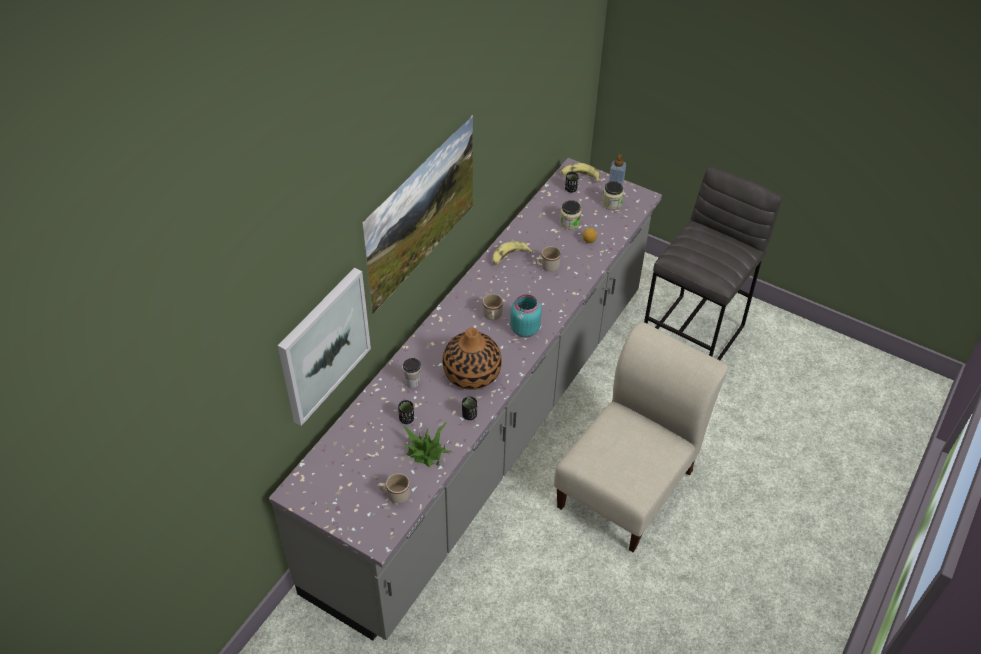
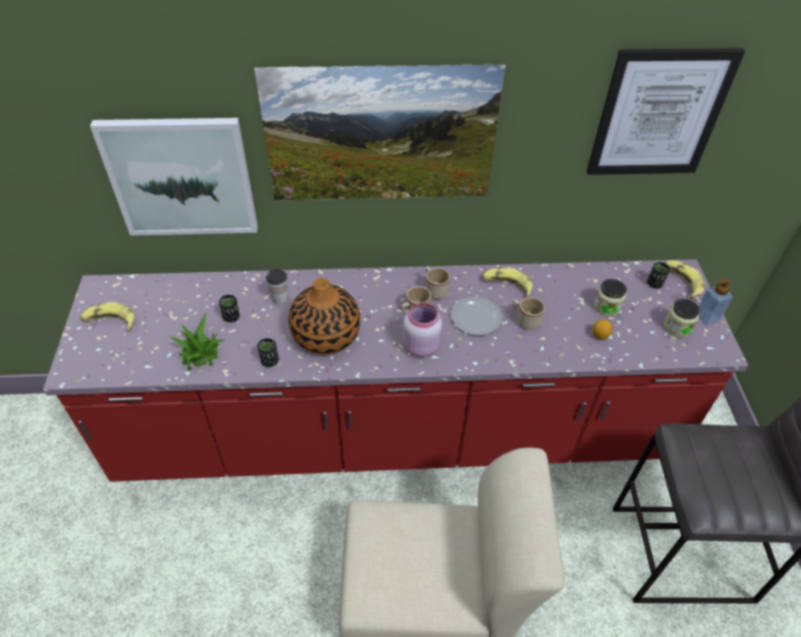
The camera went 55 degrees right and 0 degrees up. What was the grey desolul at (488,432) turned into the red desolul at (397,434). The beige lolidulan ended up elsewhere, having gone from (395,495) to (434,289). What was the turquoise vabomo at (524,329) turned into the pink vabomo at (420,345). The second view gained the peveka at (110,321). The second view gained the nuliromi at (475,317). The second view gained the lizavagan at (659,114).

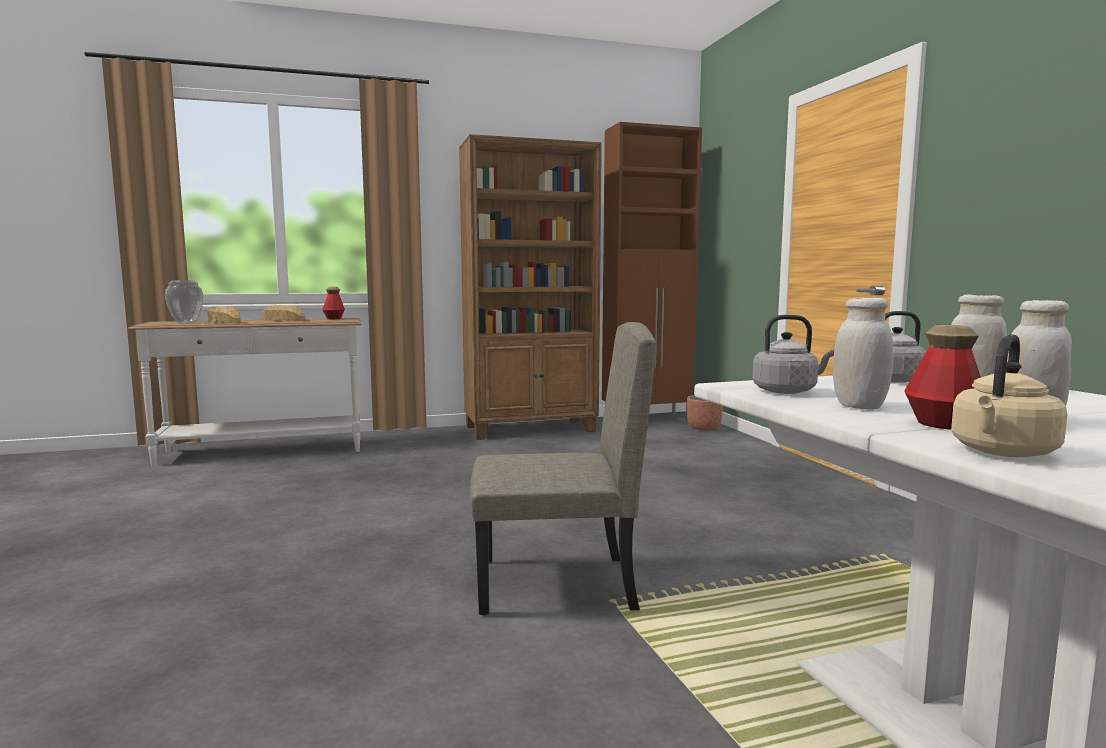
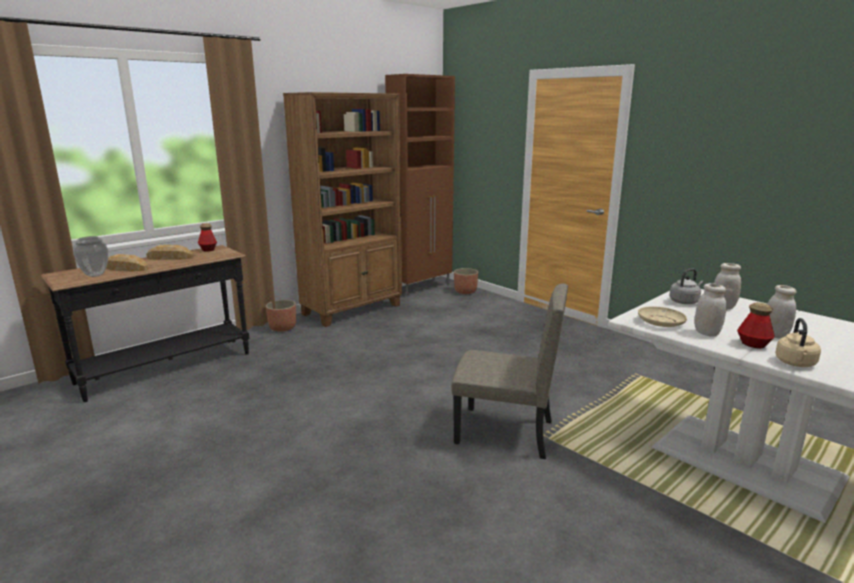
The camera went 25 degrees left and 10 degrees up. What was the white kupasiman at (263,452) turned into the black kupasiman at (166,368). The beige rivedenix at (556,585) ended up facing another way, 45 degrees clockwise from before. Where the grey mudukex stood at (787,391), the beige nuliromi came to stand at (660,322). The second view gained the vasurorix at (282,328).

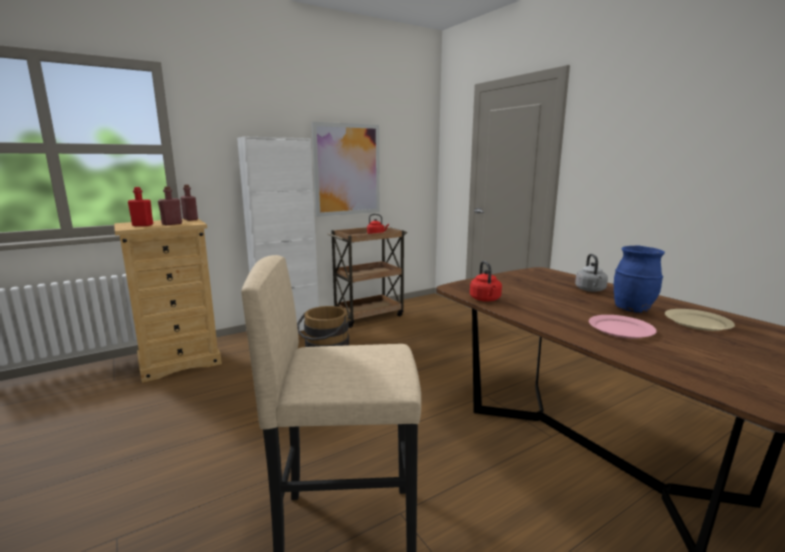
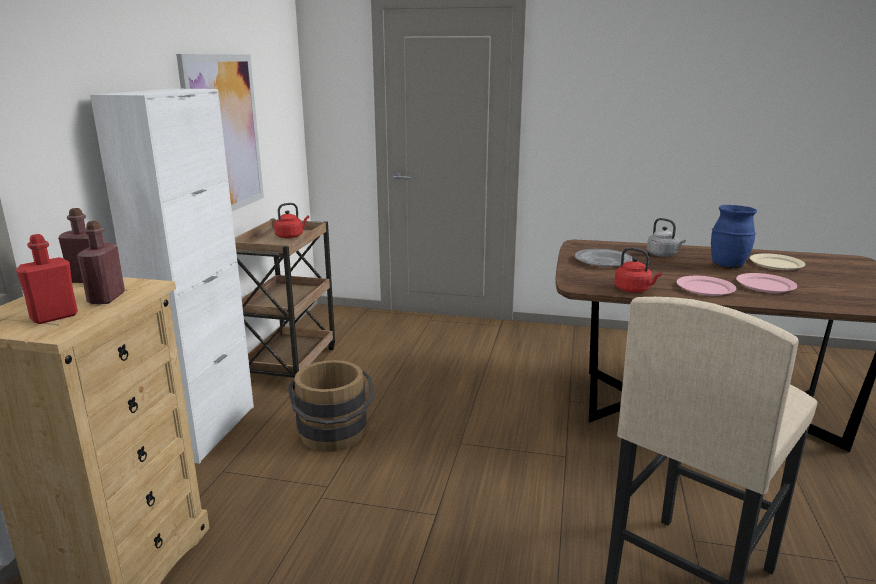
The camera went 45 degrees left and 5 degrees up. The second view gained the grey nuliromi at (603,261). The second view gained the pink nuliromi at (704,288).

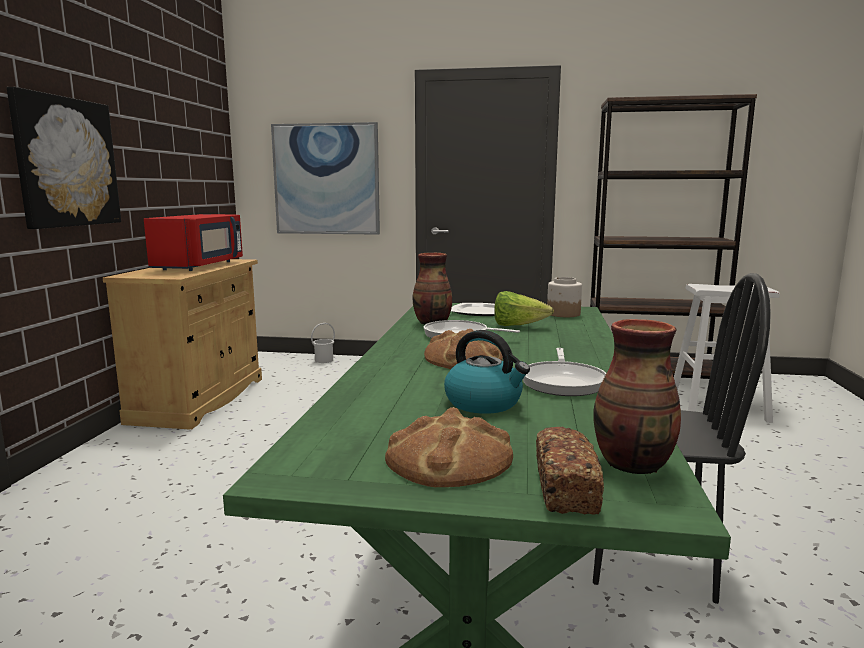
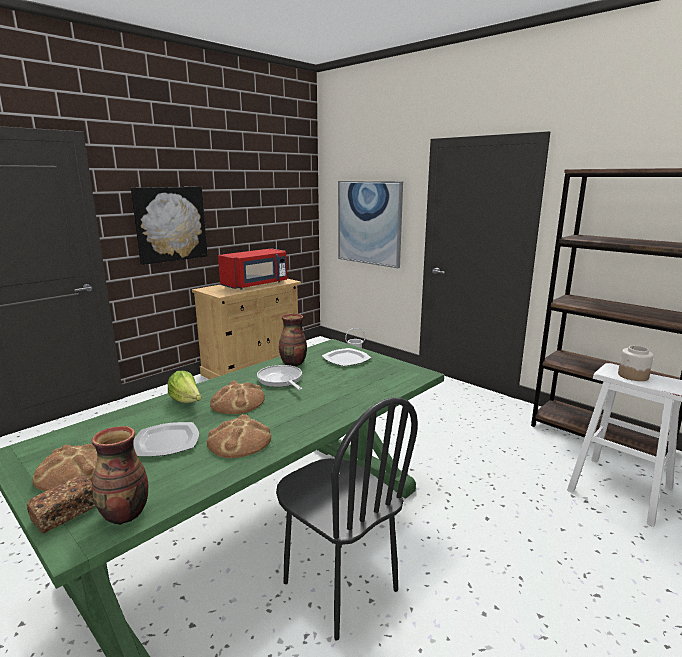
The camera went 35 degrees right and 5 degrees up. Where the mudukex stood at (484,403), the nuliromi came to stand at (167,441). The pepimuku ended up elsewhere, having gone from (517,326) to (187,401). Where the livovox stood at (563,382), the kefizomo came to stand at (239,441). The vabomo ended up elsewhere, having gone from (563,314) to (632,376).

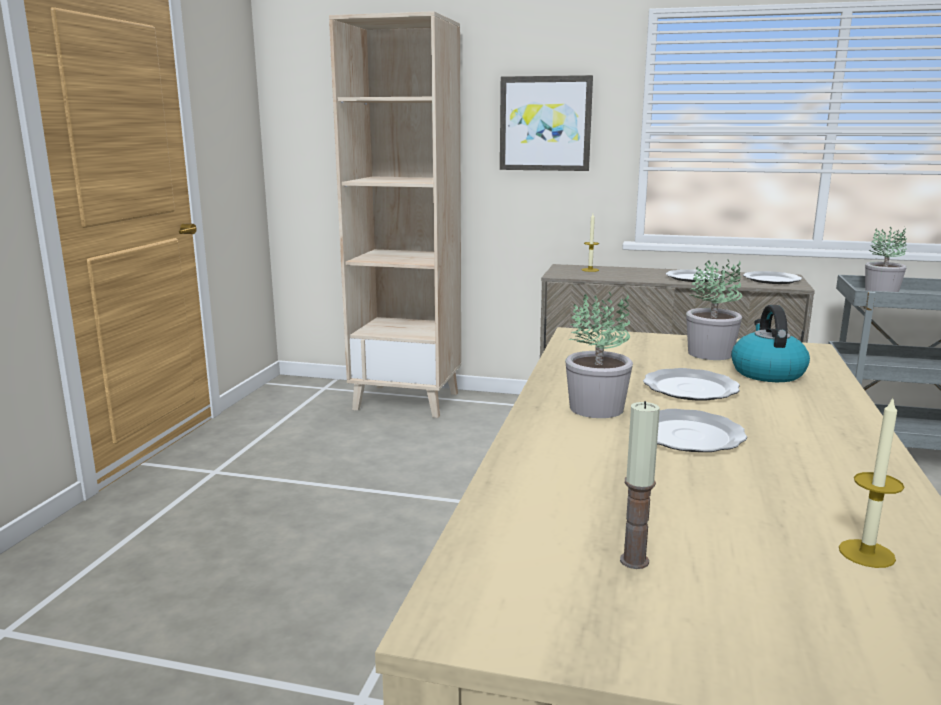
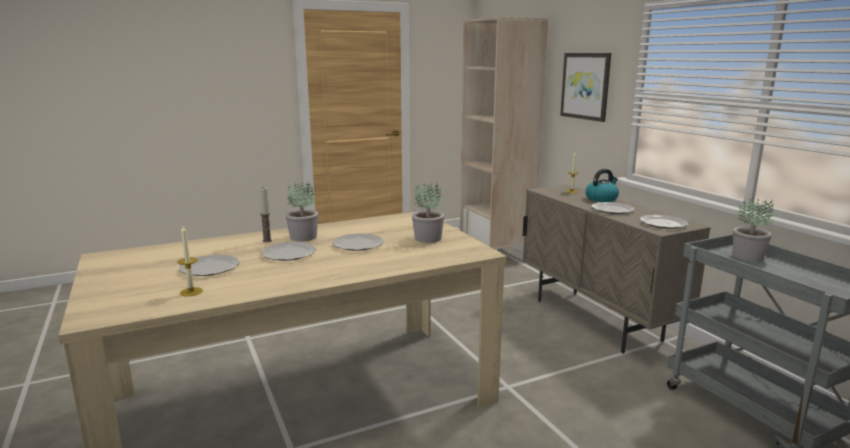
The camera went 50 degrees right and 0 degrees up. The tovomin ended up elsewhere, having gone from (634,561) to (267,240). The mudukex ended up elsewhere, having gone from (766,372) to (601,199). The second view gained the nuliromi at (210,267).

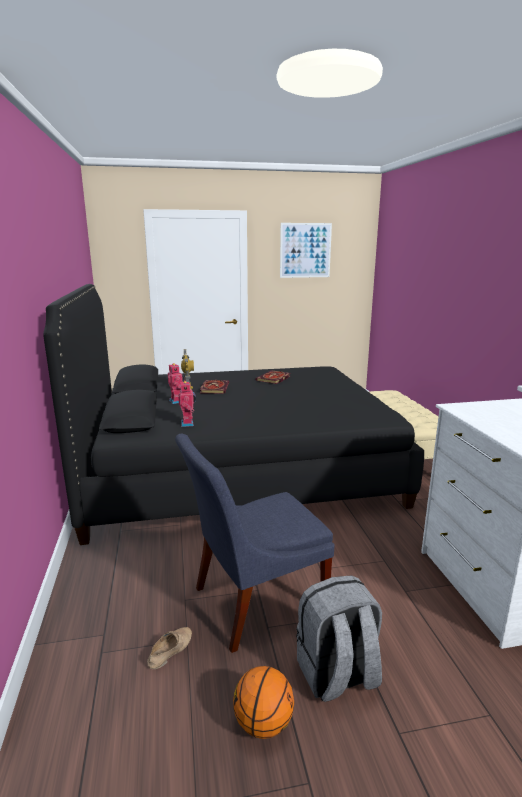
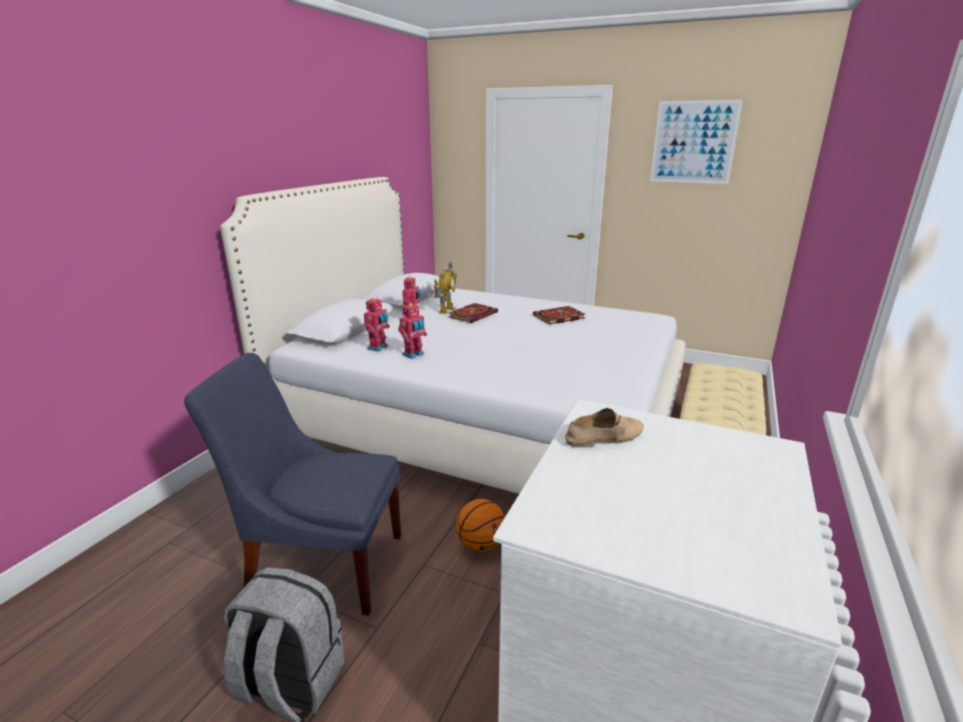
The camera went 35 degrees right and 5 degrees up. What was the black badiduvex at (237,471) turned into the white badiduvex at (481,420). The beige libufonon ended up elsewhere, having gone from (170,650) to (603,436). The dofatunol ended up elsewhere, having gone from (263,723) to (481,545). The second view gained the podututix at (414,355).

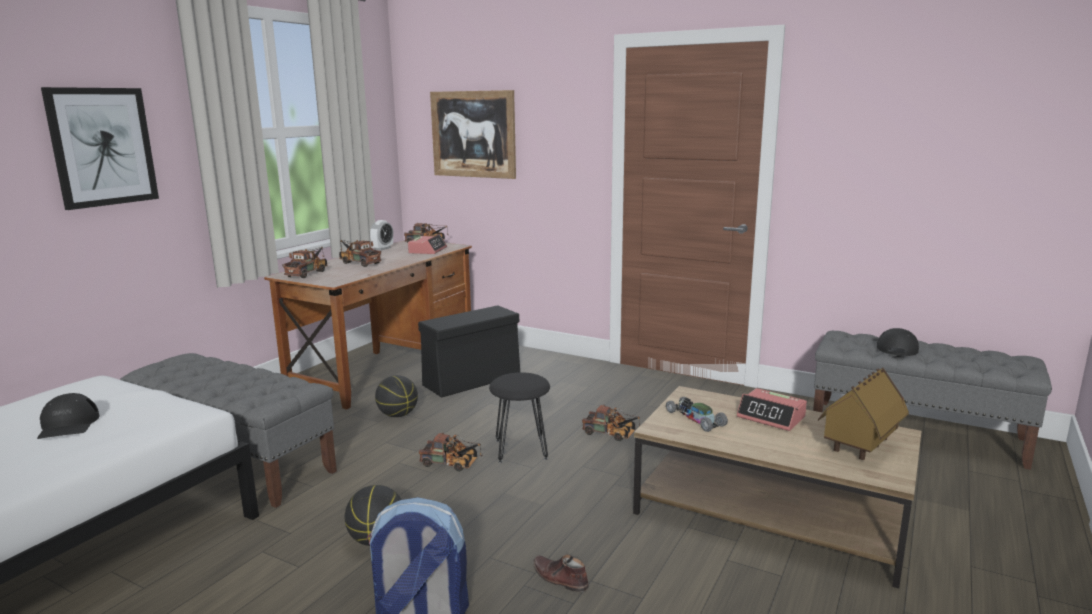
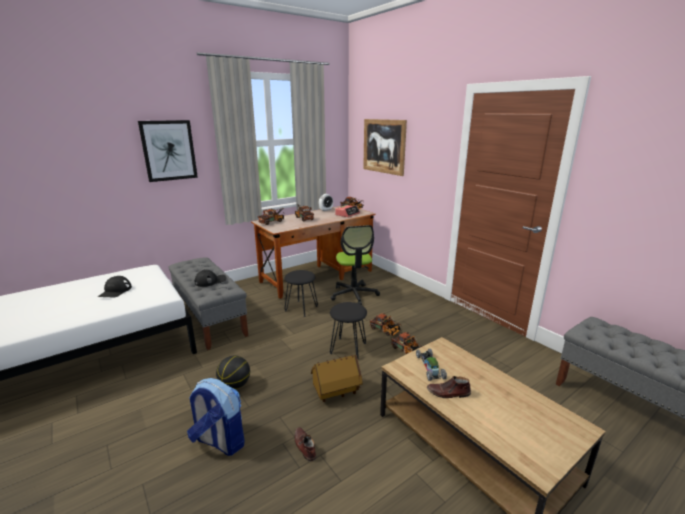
The camera went 25 degrees right and 5 degrees up. Where the dofatunol stood at (398,415), the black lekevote came to stand at (301,308). Where the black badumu stood at (471,381), the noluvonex came to stand at (354,294). The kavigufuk ended up elsewhere, having gone from (452,464) to (386,331). The second view lost the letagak at (771,417). The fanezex ended up elsewhere, having gone from (859,446) to (336,393). The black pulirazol ended up elsewhere, having gone from (897,347) to (210,281). The second view gained the brown libufonon at (448,393).

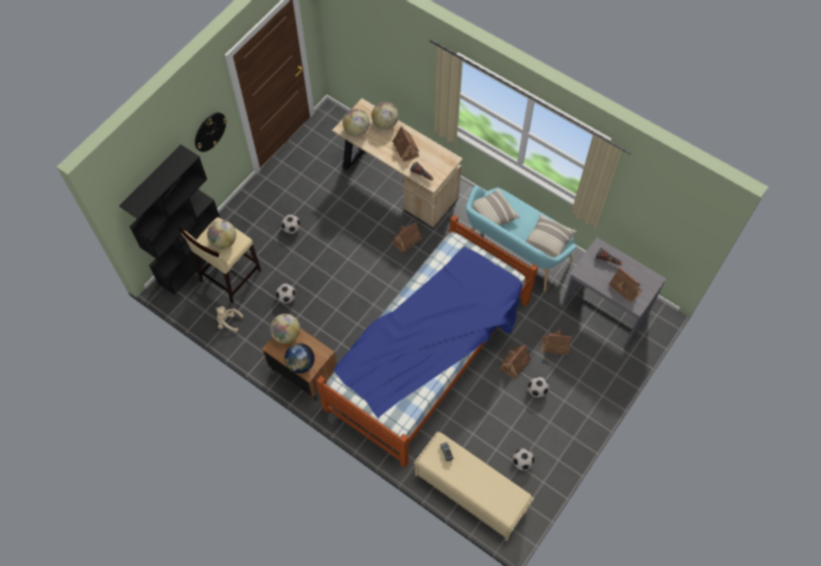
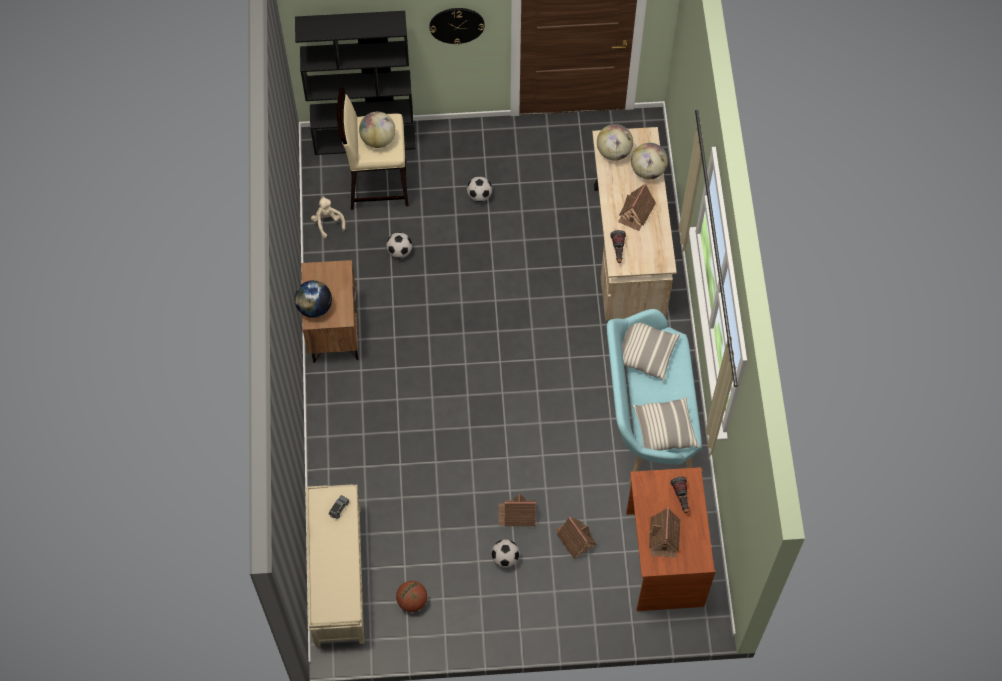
The camera went 50 degrees right and 0 degrees up. The second view lost the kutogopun at (286,334). The second view lost the badiduvex at (430,355). The second view lost the fanezex at (406,240). Where the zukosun stood at (522,462), the dofatunol came to stand at (412,601). What was the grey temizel at (604,310) turned into the brown temizel at (663,558).

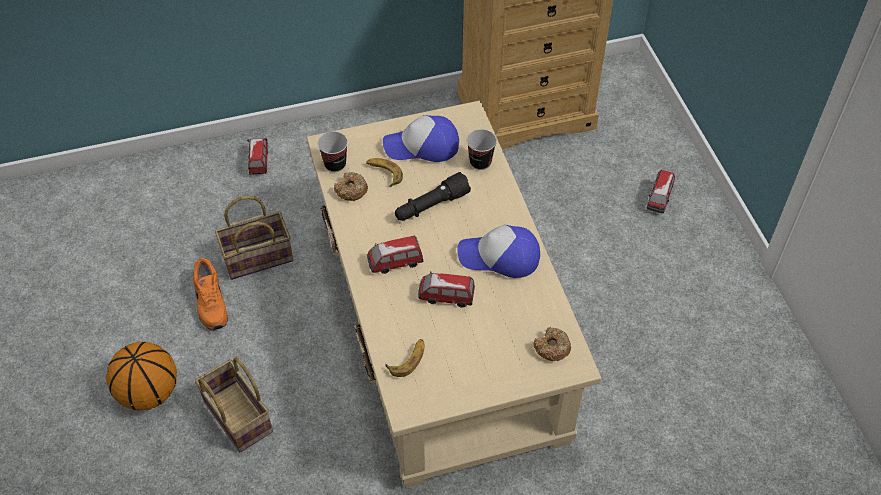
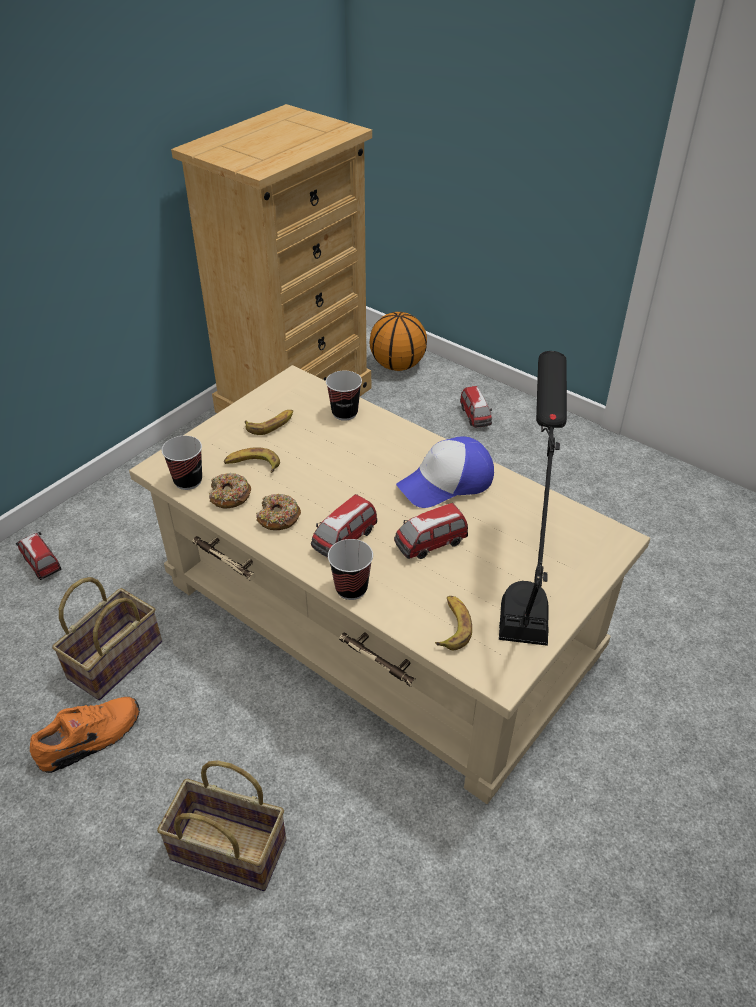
The camera went 35 degrees left and 10 degrees down. The dofatunol ended up elsewhere, having gone from (149,392) to (397,365). The orange libufonon at (210,302) ended up facing another way, 75 degrees counterclockwise from before. Where the pulirazol stood at (422,146), the peveka came to stand at (271,424). The second view lost the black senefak at (431,206). The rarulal ended up elsewhere, having gone from (552,348) to (278,518). The second view gained the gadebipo at (351,588). The second view gained the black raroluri at (525,579).

